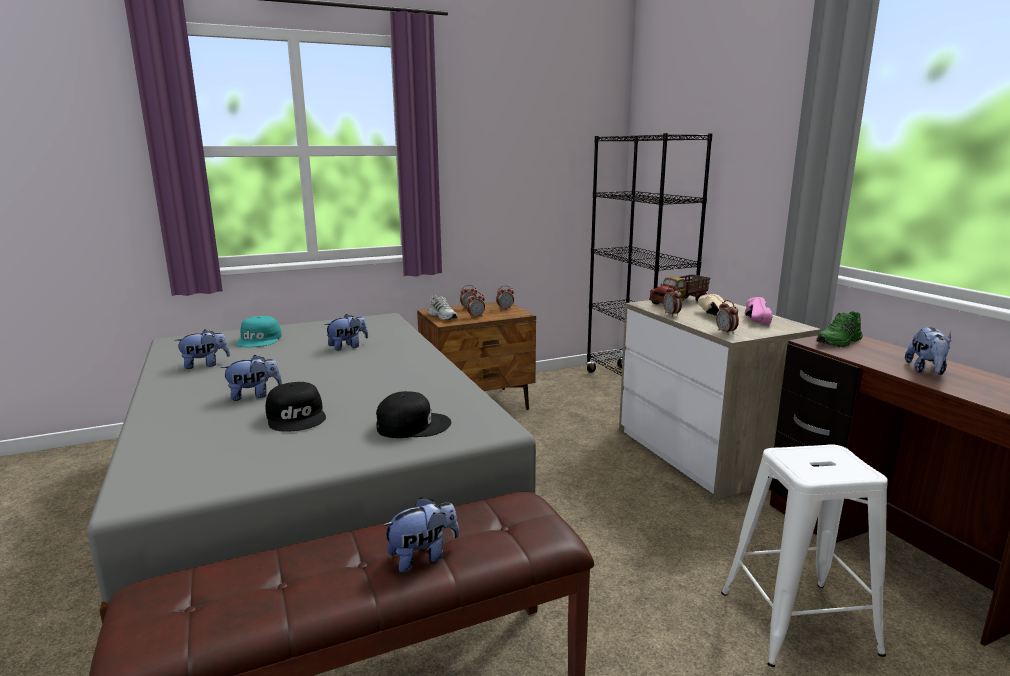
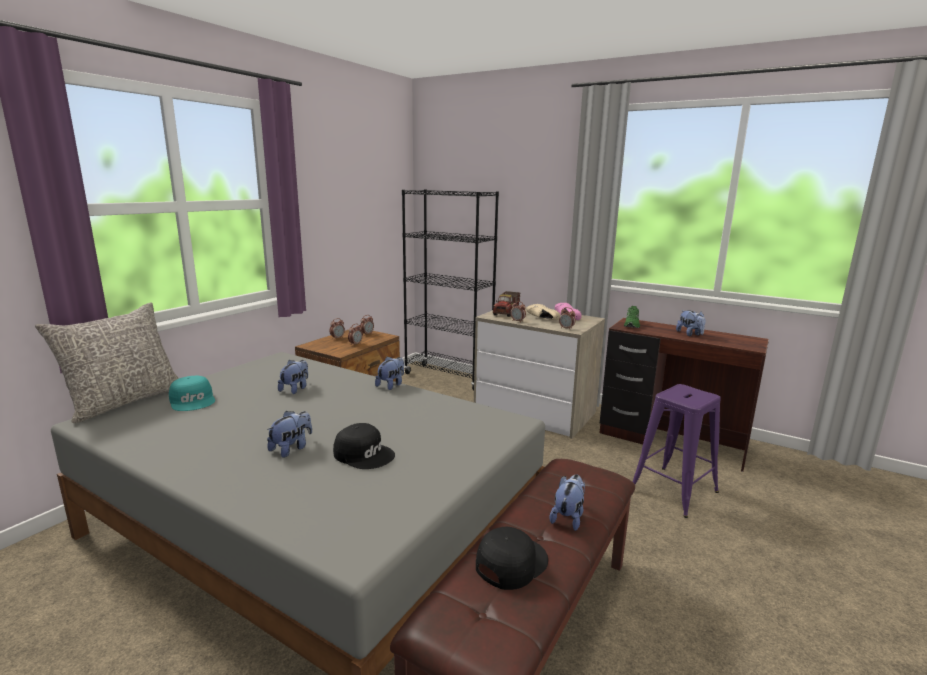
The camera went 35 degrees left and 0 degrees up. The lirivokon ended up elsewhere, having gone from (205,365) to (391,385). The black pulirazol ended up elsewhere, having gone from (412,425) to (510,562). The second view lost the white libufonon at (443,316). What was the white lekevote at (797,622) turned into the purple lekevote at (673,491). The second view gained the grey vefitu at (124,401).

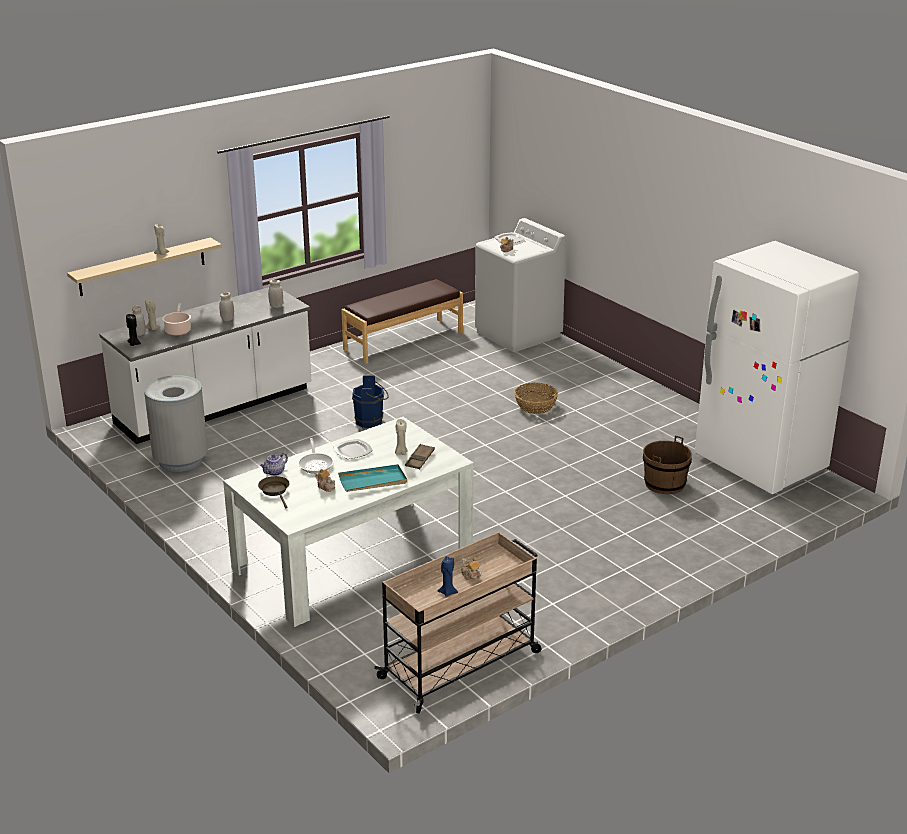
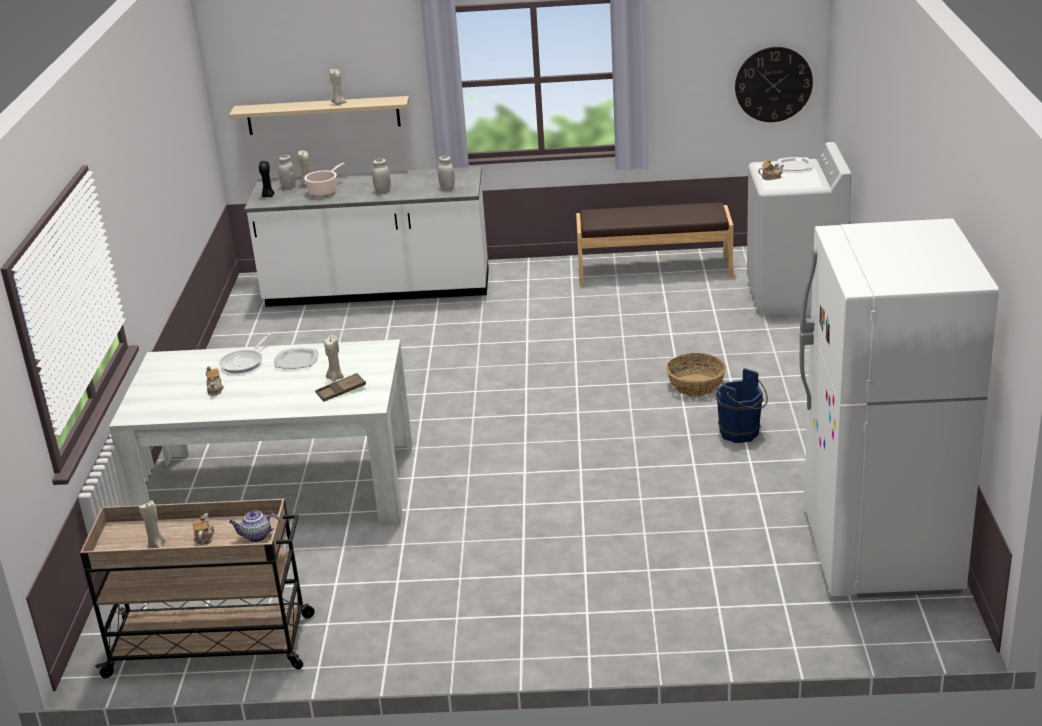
The camera went 40 degrees right and 0 degrees up. The second view lost the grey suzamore at (181,460). The second view lost the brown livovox at (275,491). The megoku ended up elsewhere, having gone from (274,472) to (256,536). The second view lost the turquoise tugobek at (373,481). The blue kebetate ended up elsewhere, having gone from (371,421) to (742,434). What was the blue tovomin at (447,592) turned into the beige tovomin at (157,546). The second view lost the brown kebetate at (665,484). The second view gained the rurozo at (773,84).

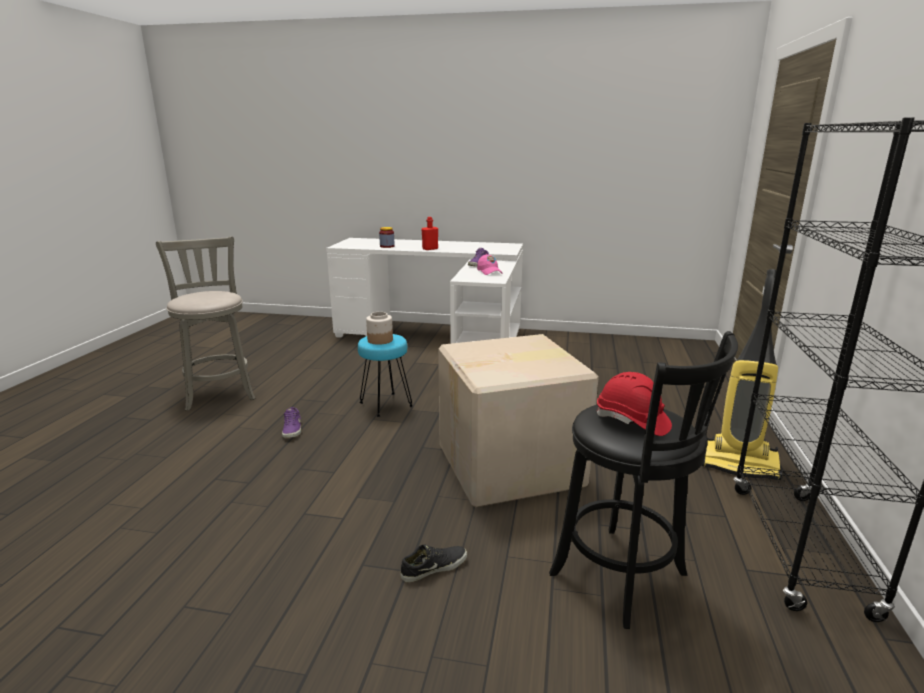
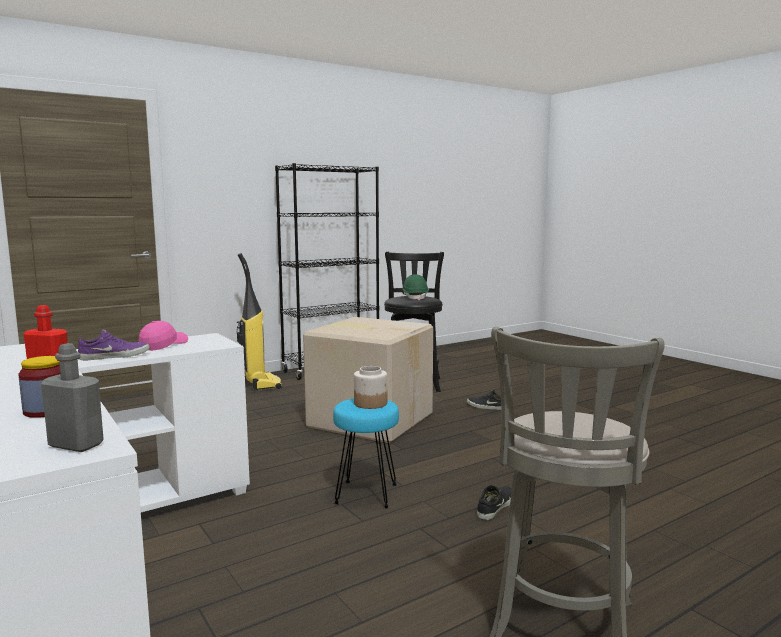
The camera went 135 degrees left and 10 degrees down. What was the purple libufonon at (293,429) turned into the black libufonon at (494,506). What was the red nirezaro at (632,421) turned into the green nirezaro at (415,297). The second view gained the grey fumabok at (76,445).

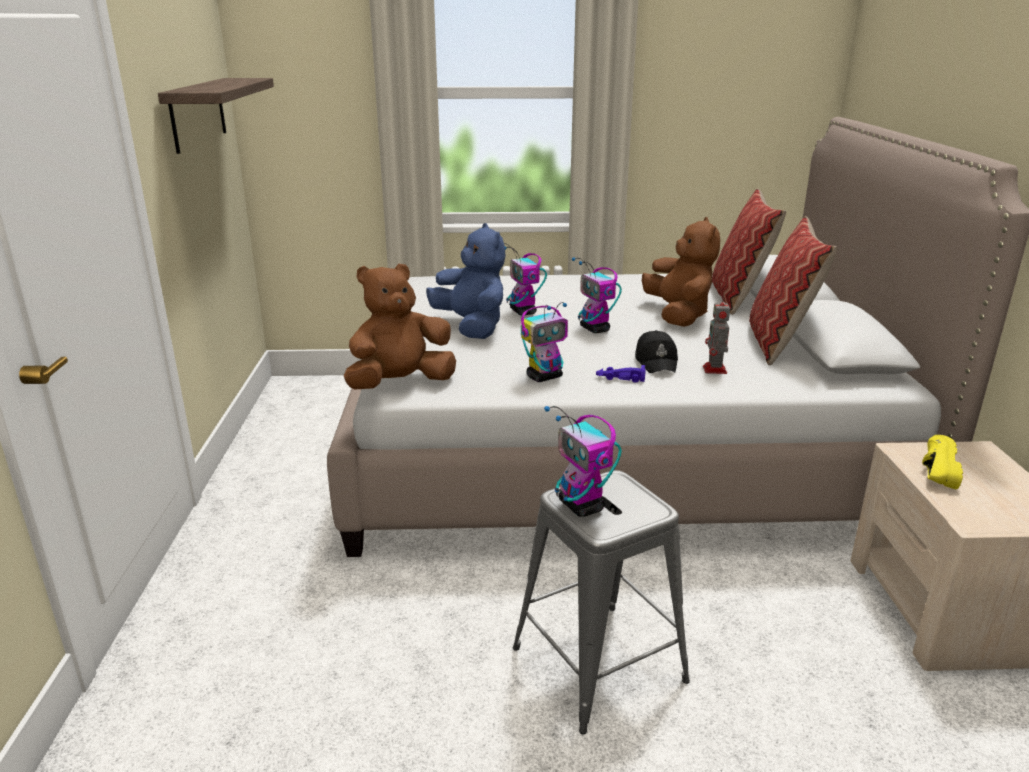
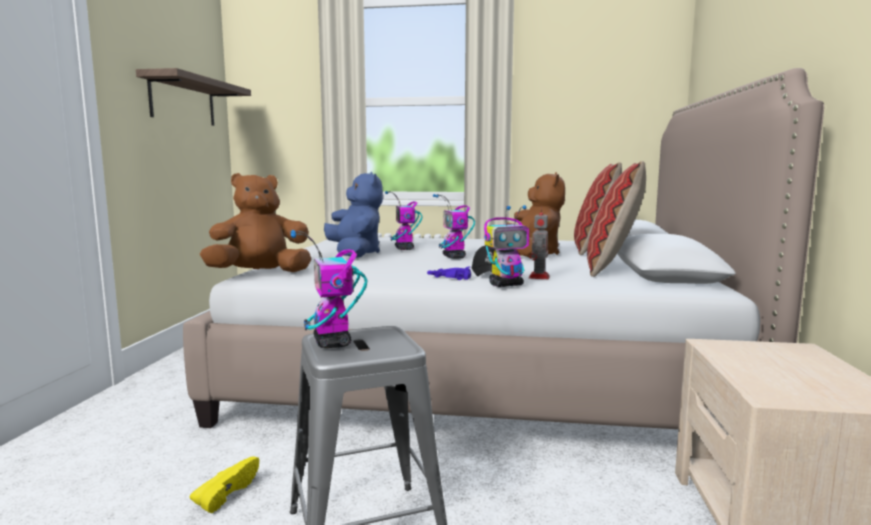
The camera went 10 degrees right and 15 degrees down. The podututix ended up elsewhere, having gone from (545,377) to (506,285). The yellow libufonon ended up elsewhere, having gone from (933,472) to (226,493).

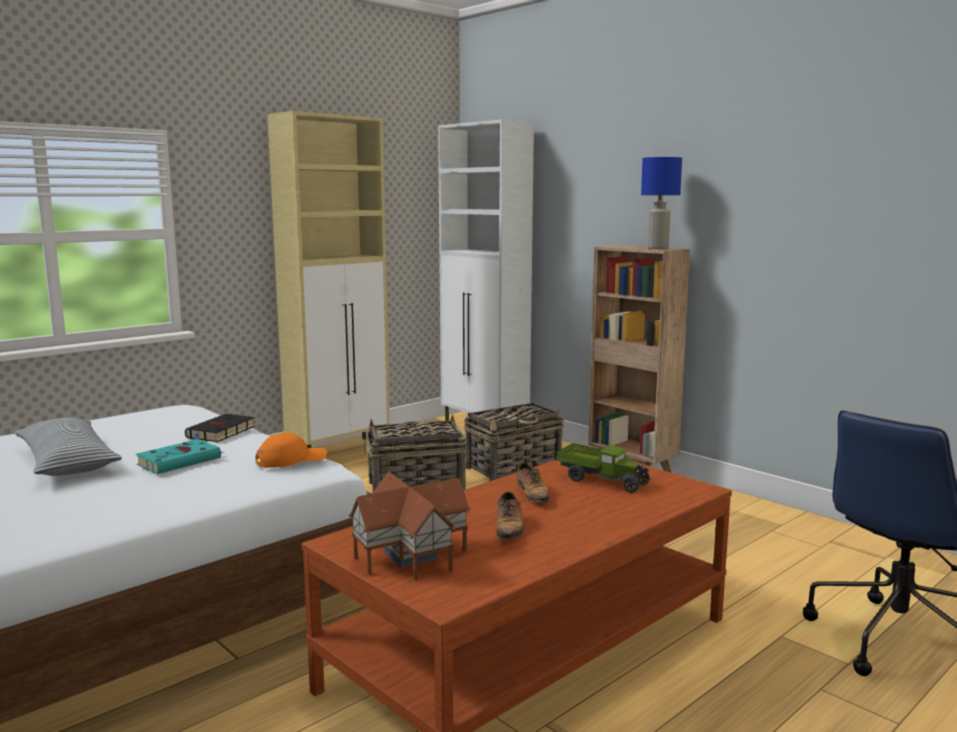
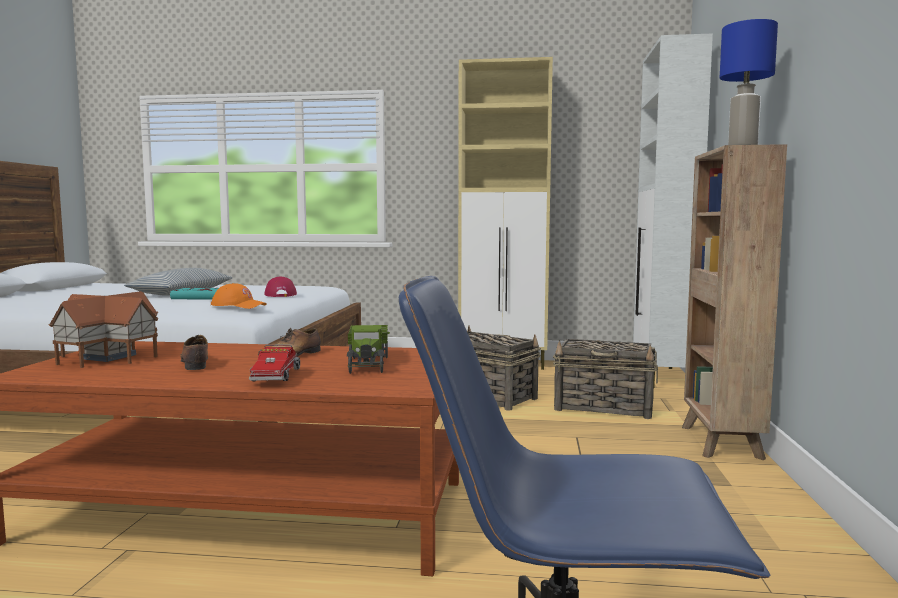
The camera went 50 degrees right and 5 degrees down. Where the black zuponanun stood at (220,433), the red pulirazol came to stand at (280,295). The libufonon at (509,528) ended up facing another way, 105 degrees clockwise from before. The second view gained the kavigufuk at (275,377).

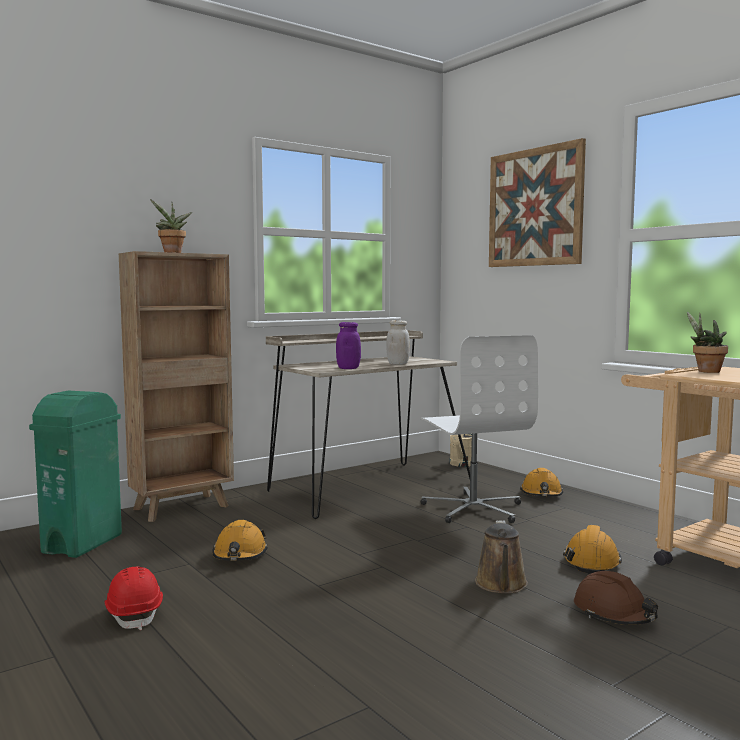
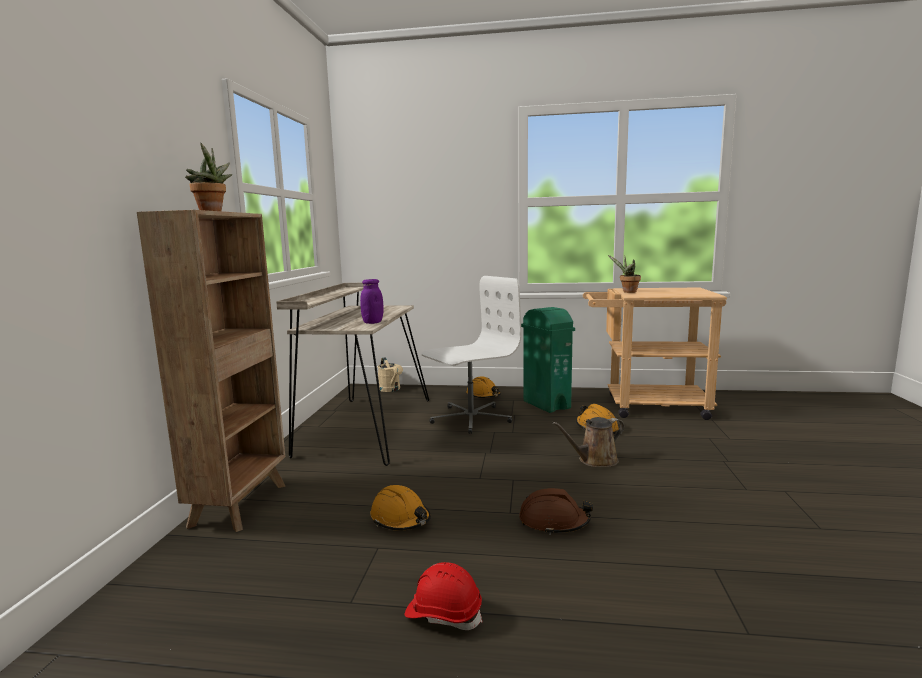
The camera went 45 degrees left and 5 degrees up. The green suzamore ended up elsewhere, having gone from (83,543) to (546,404). The second view lost the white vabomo at (398,364). The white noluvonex at (473,509) ended up facing another way, 60 degrees counterclockwise from before. The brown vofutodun at (501,585) ended up facing another way, 105 degrees clockwise from before. The second view lost the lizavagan at (535,207). The brown nirezaro ended up elsewhere, having gone from (614,614) to (554,522).

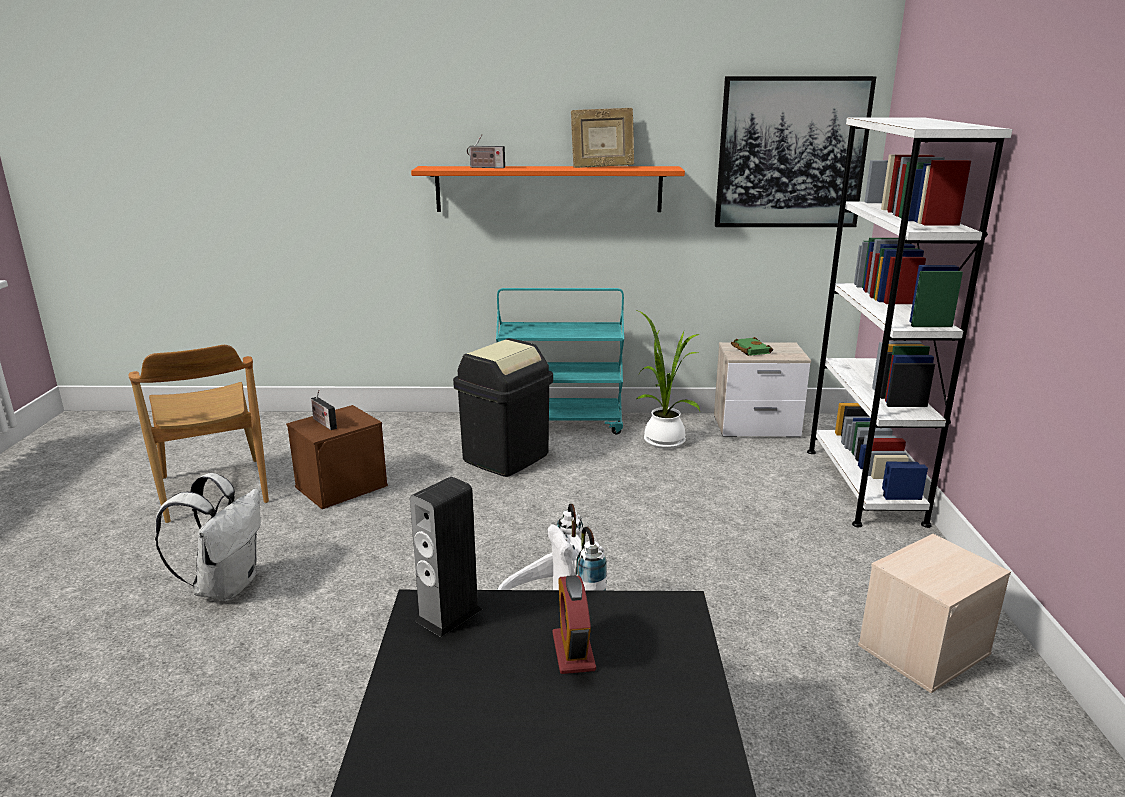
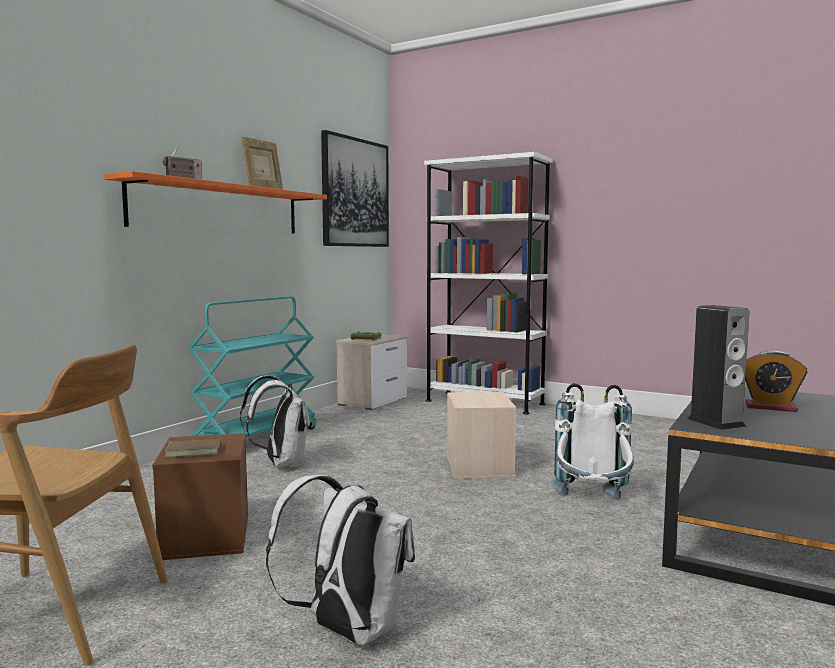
The camera went 60 degrees left and 15 degrees down. Where the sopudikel stood at (323,423), the brown zuponanun came to stand at (194,451). Where the black suzamore stood at (505,457), the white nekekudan came to stand at (281,464). The second view lost the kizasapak at (662,440). The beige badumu ended up elsewhere, having gone from (923,648) to (478,466).

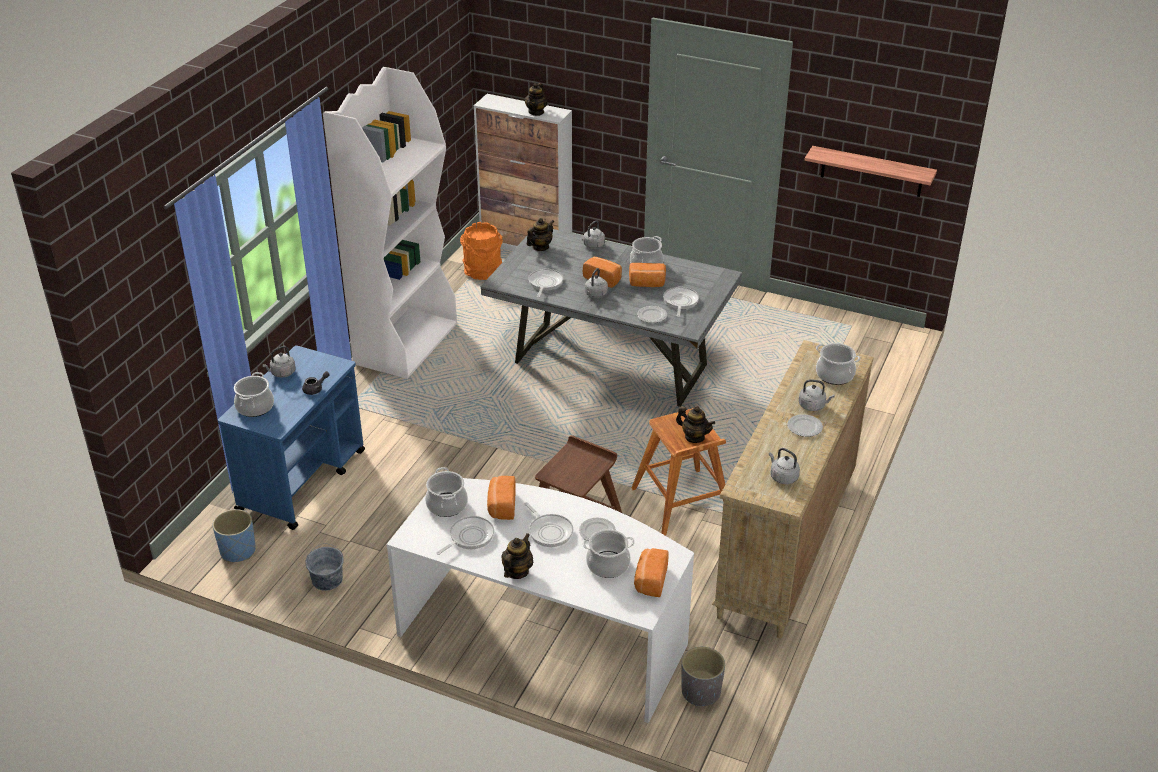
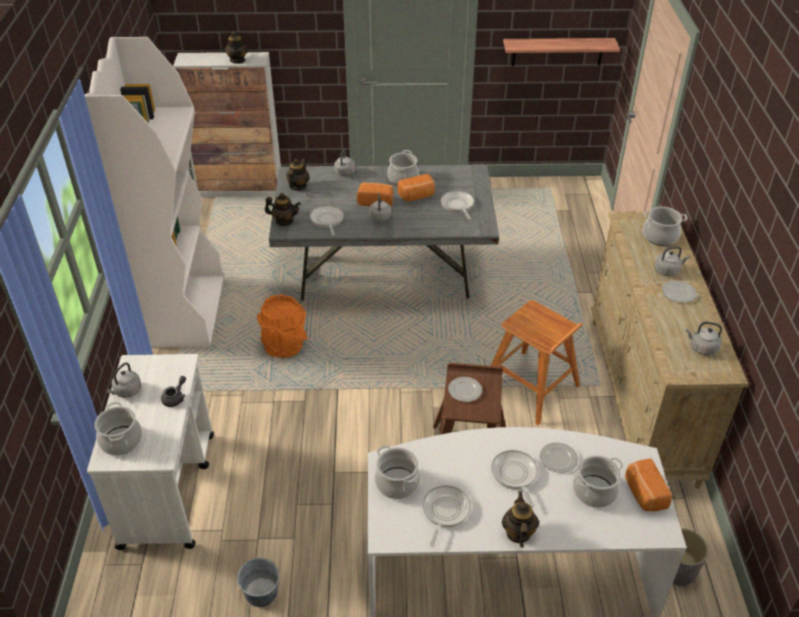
The camera went 25 degrees left and 5 degrees up. The second view lost the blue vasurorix at (237,551). What was the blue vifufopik at (302,480) turned into the white vifufopik at (168,488). The orange kebetate ended up elsewhere, having gone from (482,271) to (284,345). The second view lost the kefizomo at (501,506). The livovox at (549,531) ended up facing another way, 135 degrees counterclockwise from before. The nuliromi ended up elsewhere, having gone from (652,316) to (465,390). The megoku ended up elsewhere, having gone from (694,437) to (284,221).

